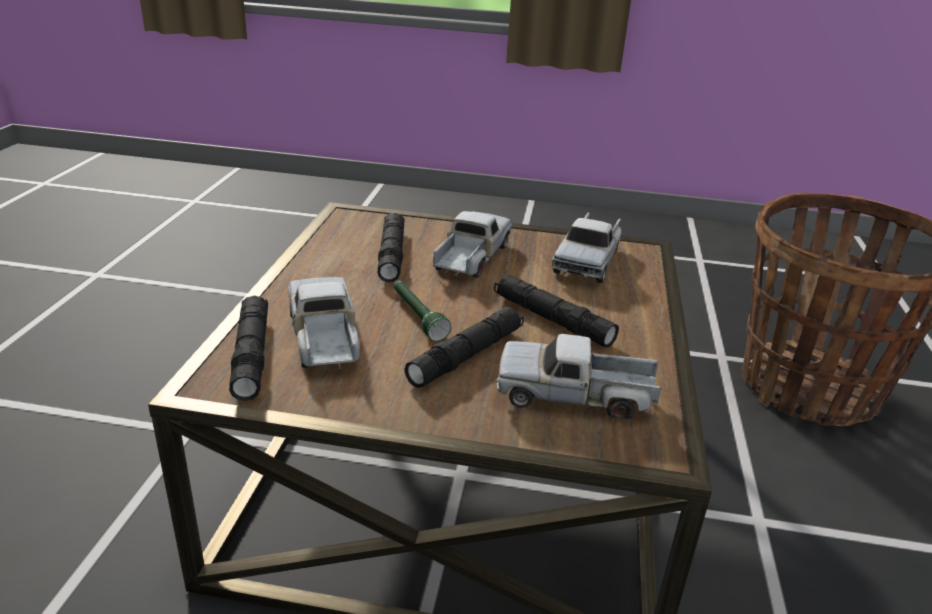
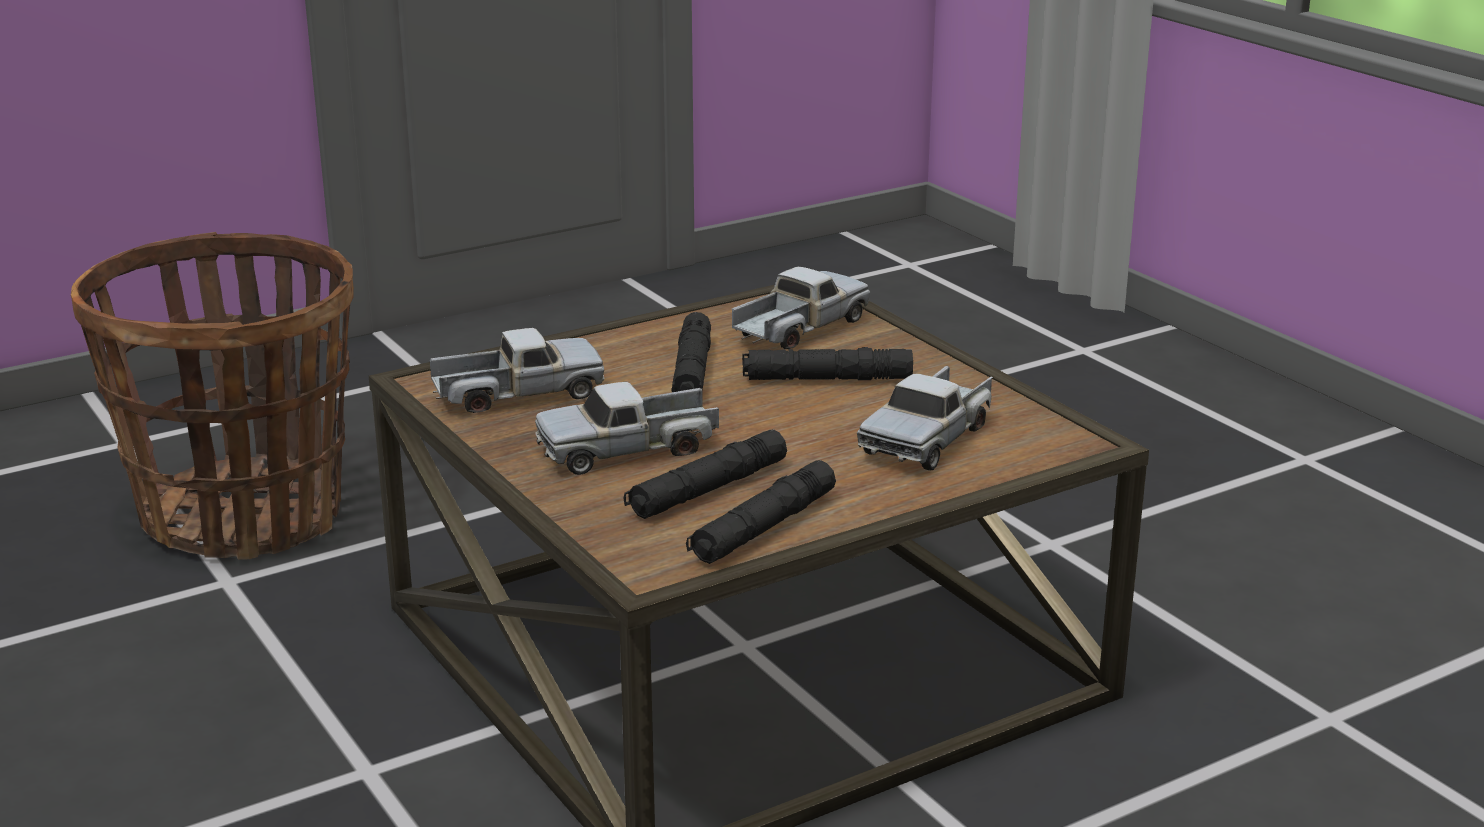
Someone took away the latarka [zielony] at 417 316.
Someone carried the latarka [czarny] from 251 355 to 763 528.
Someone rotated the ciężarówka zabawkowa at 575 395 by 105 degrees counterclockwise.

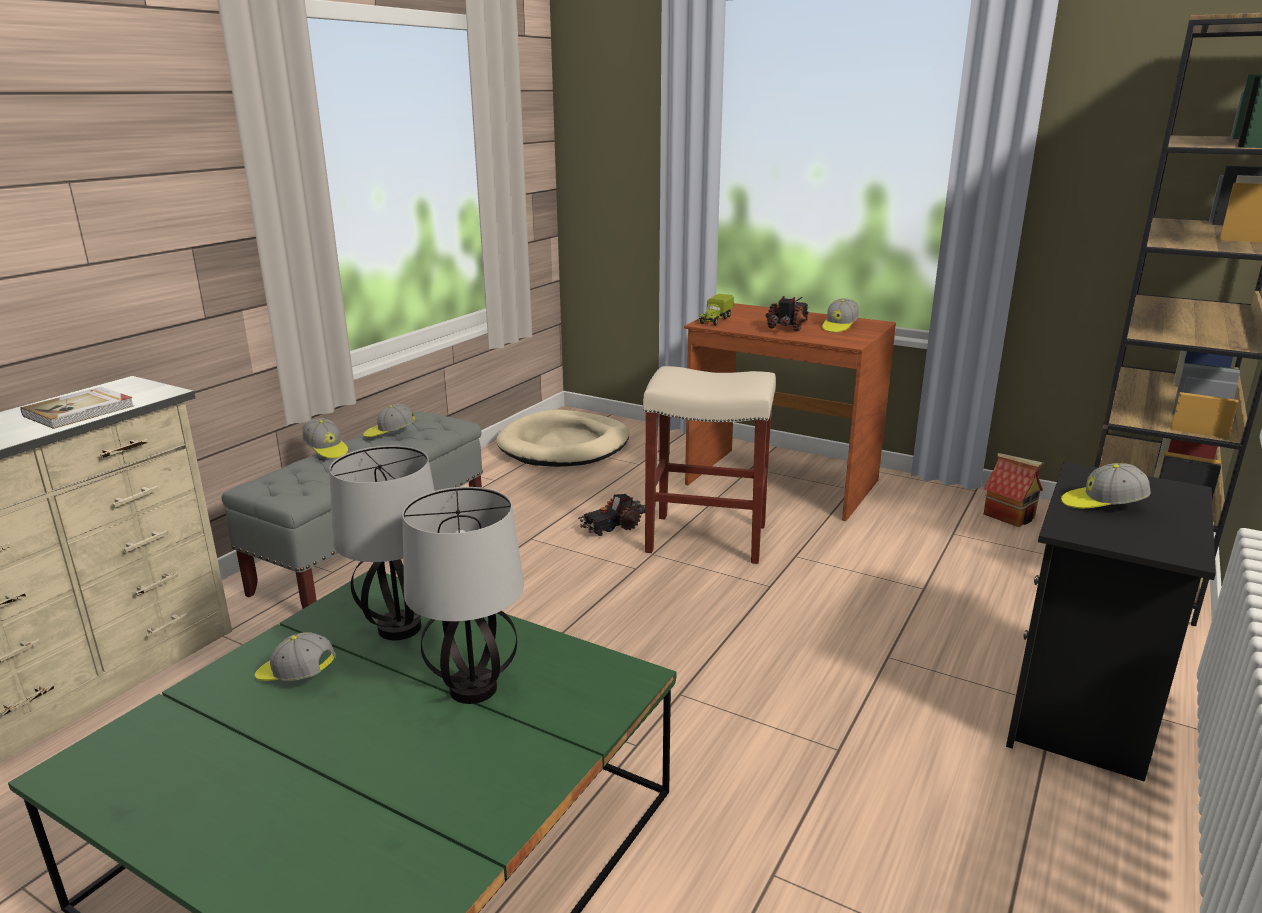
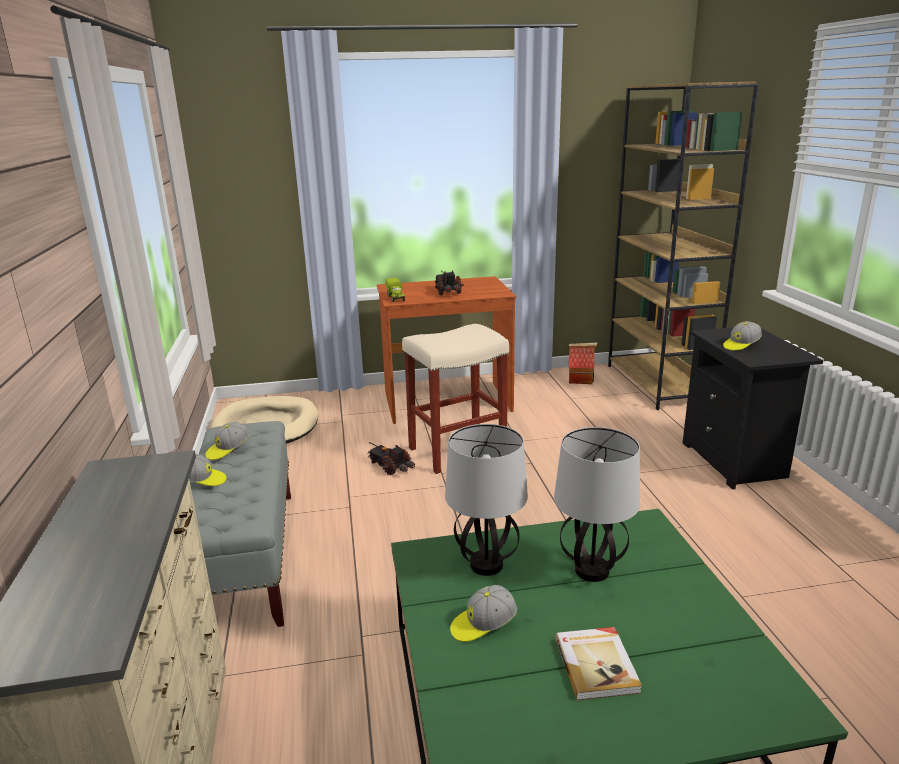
Someone took away the czapka z daszkiem at 839 327.
Someone carried the książka from 80 411 to 597 664.
Someone rotated the ciężarówka zabawkowa at 613 527 by 120 degrees clockwise.

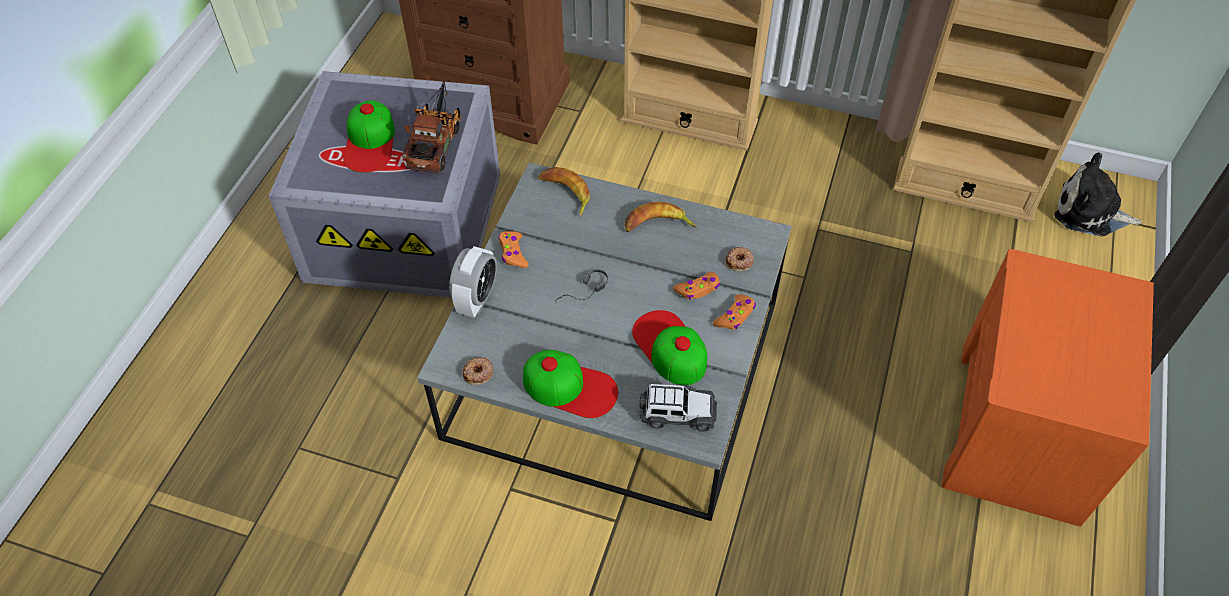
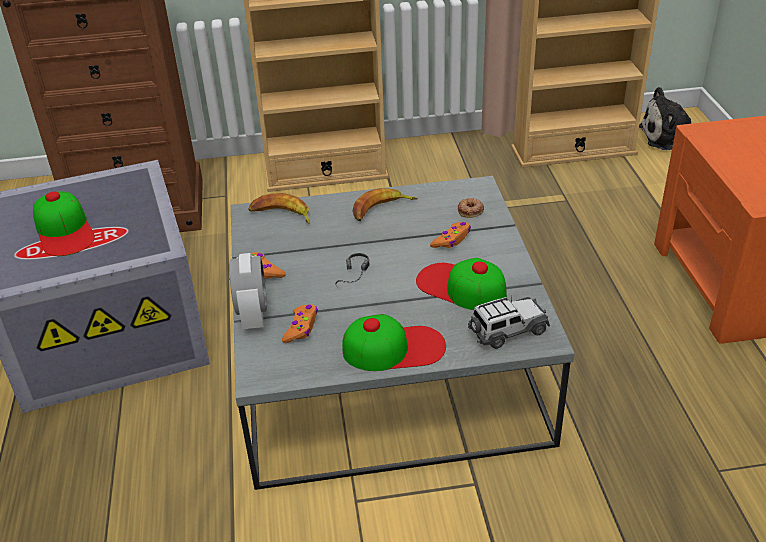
Someone took away the ciężarówka zabawkowa at 436 142.
Someone took away the donut at 478 373.
Someone carried the pad do gier [pomarańczowy] from 735 316 to 301 328.

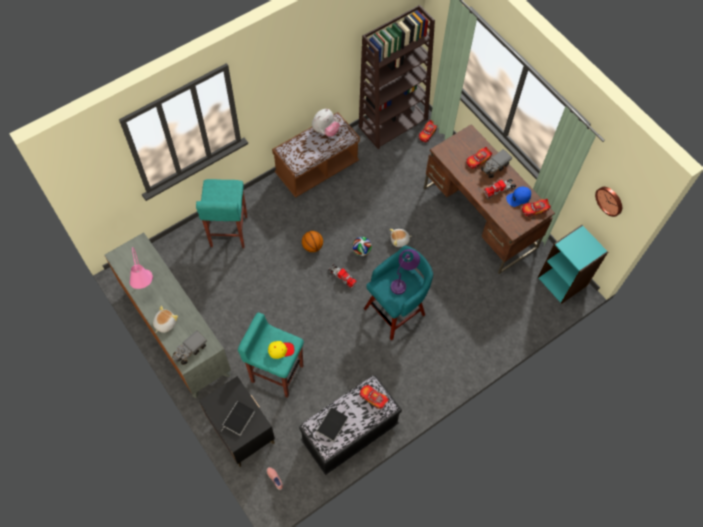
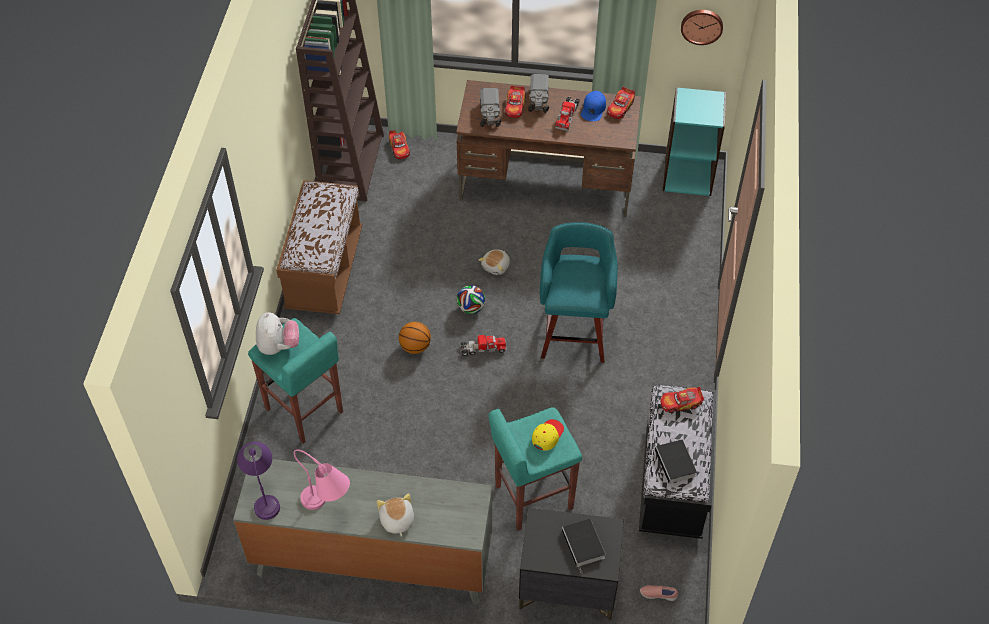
Someone carried the ciężarówka zabawkowa from 190 351 to 490 115.
Someone carried the pluszak from 325 131 to 278 346.
Someone carried the lampa stołowa [fioletowy] from 403 279 to 264 493.

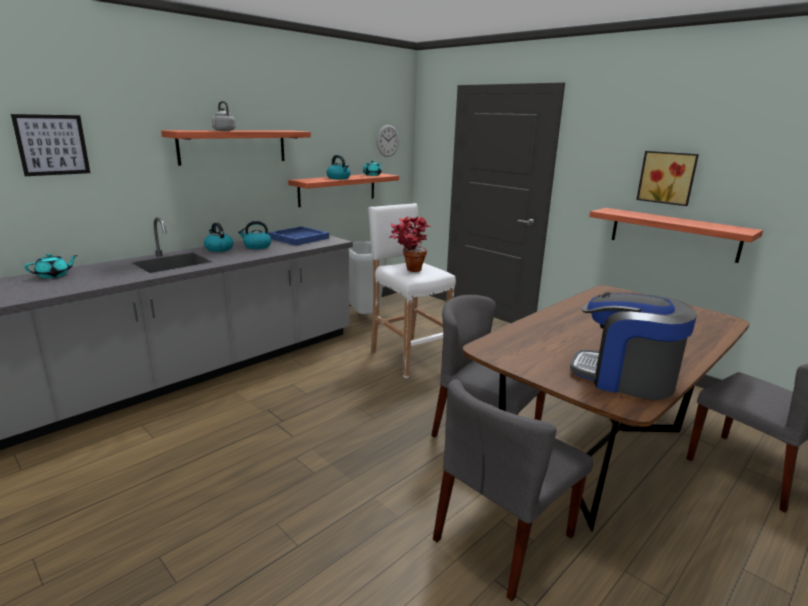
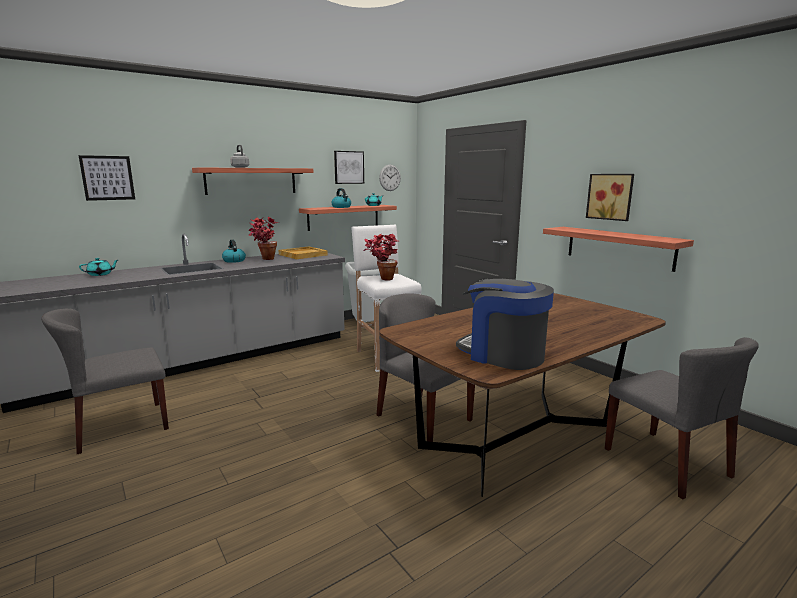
Someone put up the obraz at 348 167.
Someone carried the krzesło [szary] from 504 538 to 120 427.
Someone swapped the czajnik at 257 246 for the roślina doniczkowa at 264 259.
Someone repainted the taca [niebieski] at 299 238, which became the taca [beżowy] at 303 255.

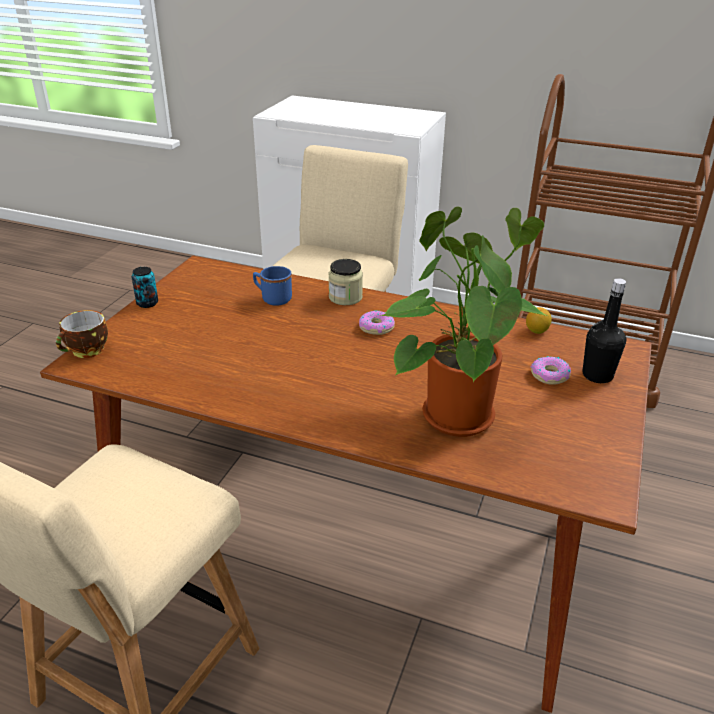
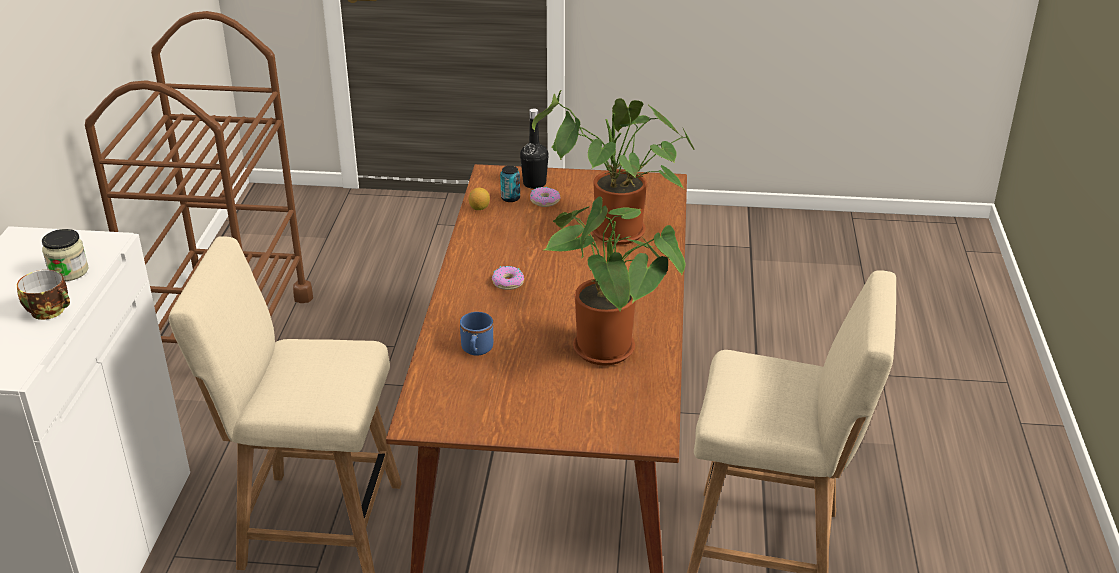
Someone put down the roślina doniczkowa at 610 352.
Someone carried the filiżanka from 87 351 to 51 310.
Someone carried the puszka from 147 303 to 510 198.
Someone carried the słoik from 345 297 to 69 271.

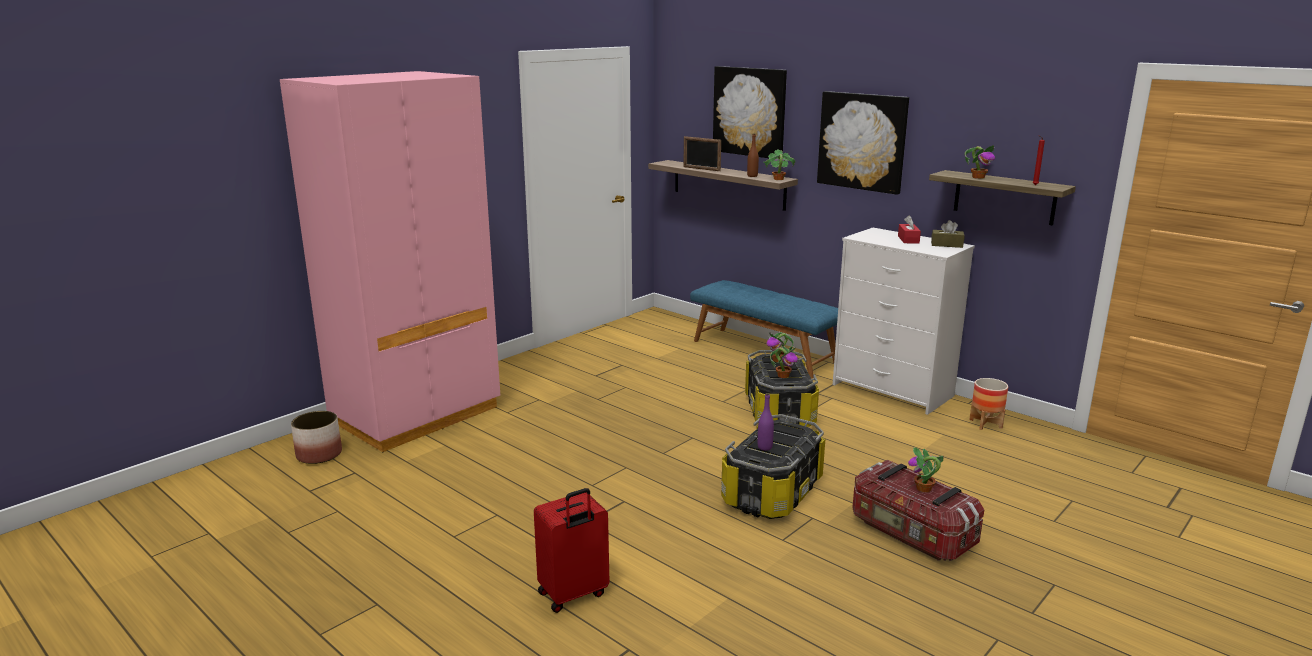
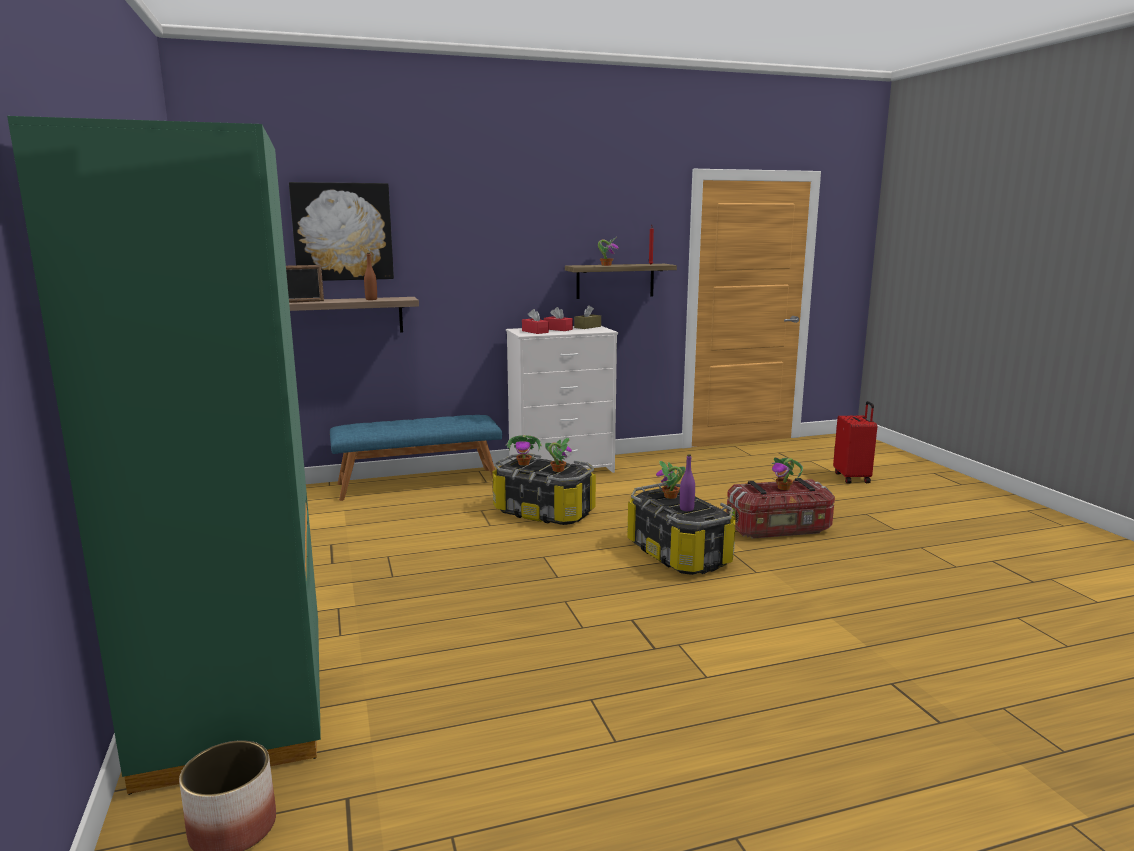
Someone took away the obraz at 862 141.
Someone took away the donica at 985 424.
Someone put down the pudełko chusteczek [czerwony] at 535 331.
Someone carried the walizka [czerwony] from 573 594 to 852 478.
Someone carried the roślina doniczkowa from 778 179 to 670 496.
Someone repainted the szafa [różowy] at 416 415, which became the szafa [zielony] at 238 704.

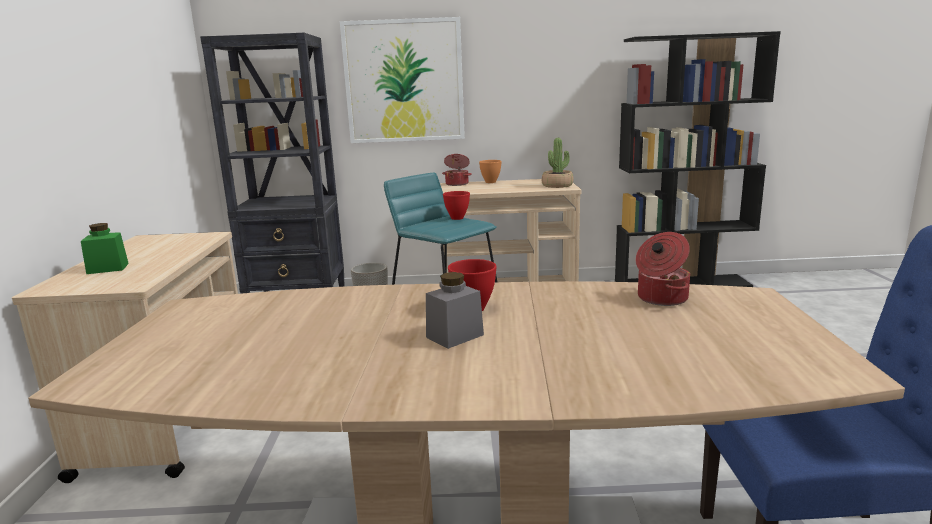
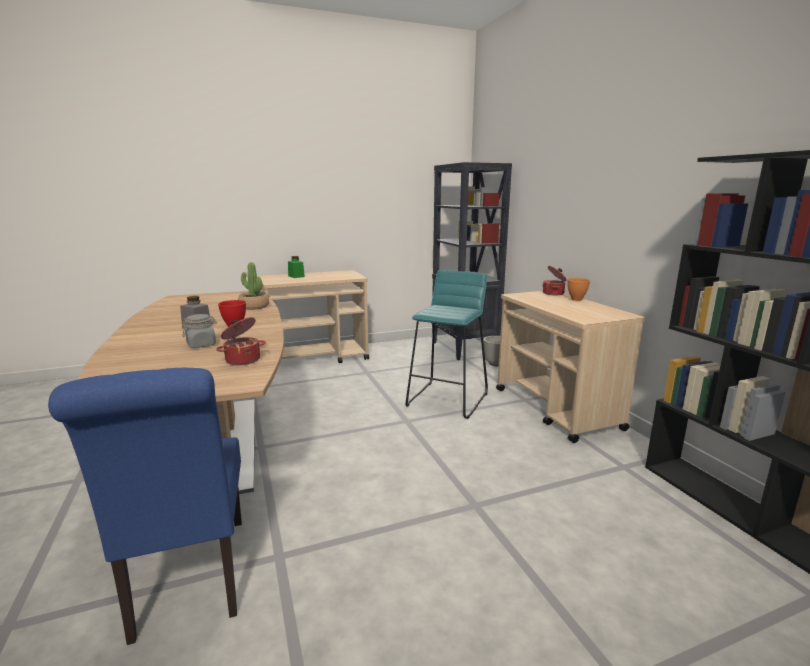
Someone took away the obraz at 404 81.
Someone took away the miska [czerwony] at 456 218.
Someone put down the słoik [szary] at 201 344.
Someone carried the roślina doniczkowa from 557 185 to 254 307.

